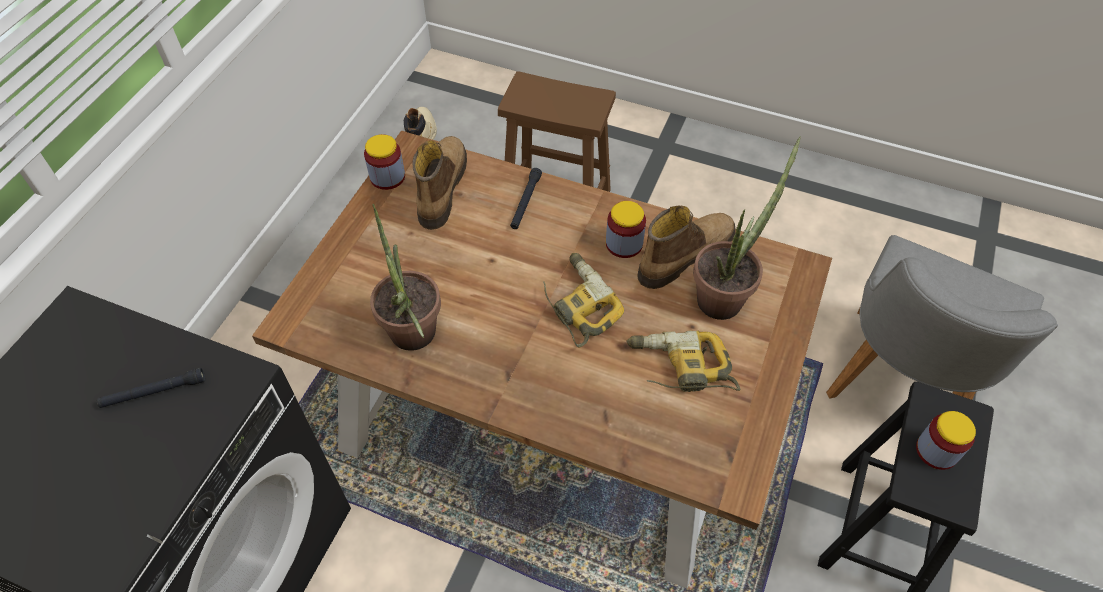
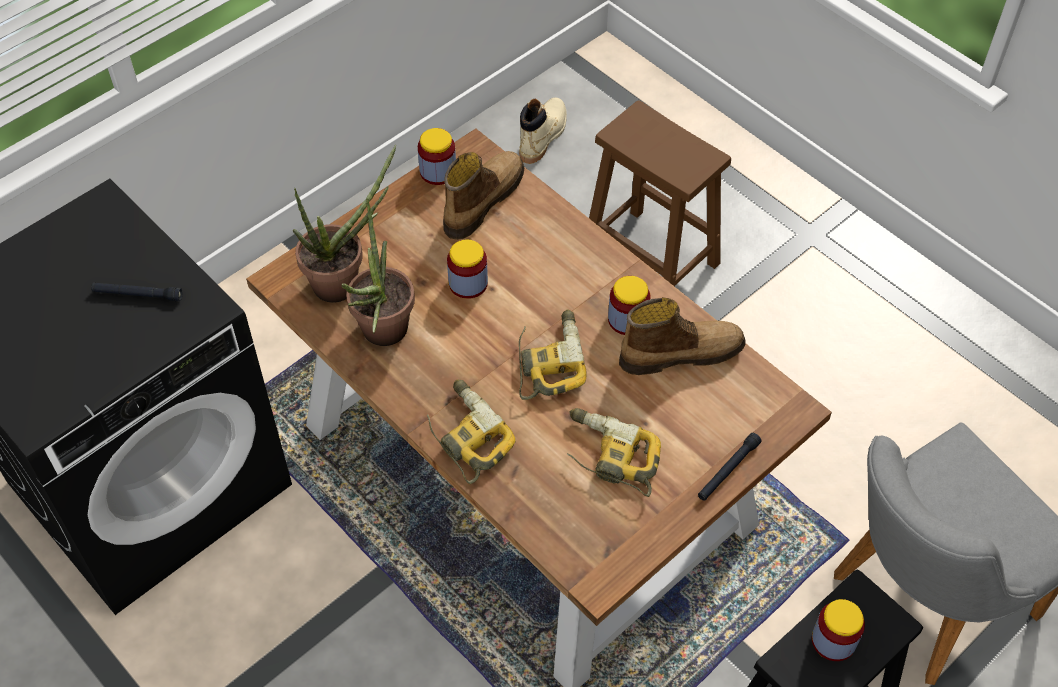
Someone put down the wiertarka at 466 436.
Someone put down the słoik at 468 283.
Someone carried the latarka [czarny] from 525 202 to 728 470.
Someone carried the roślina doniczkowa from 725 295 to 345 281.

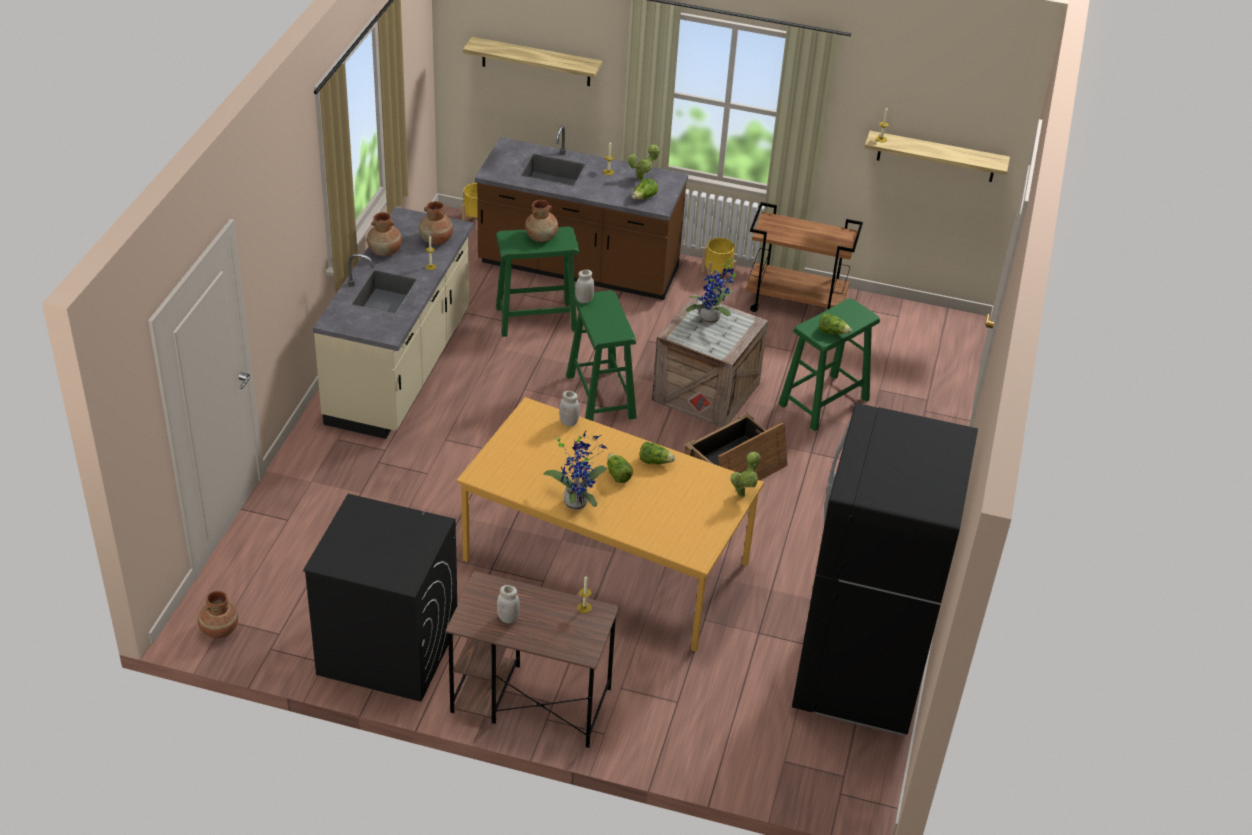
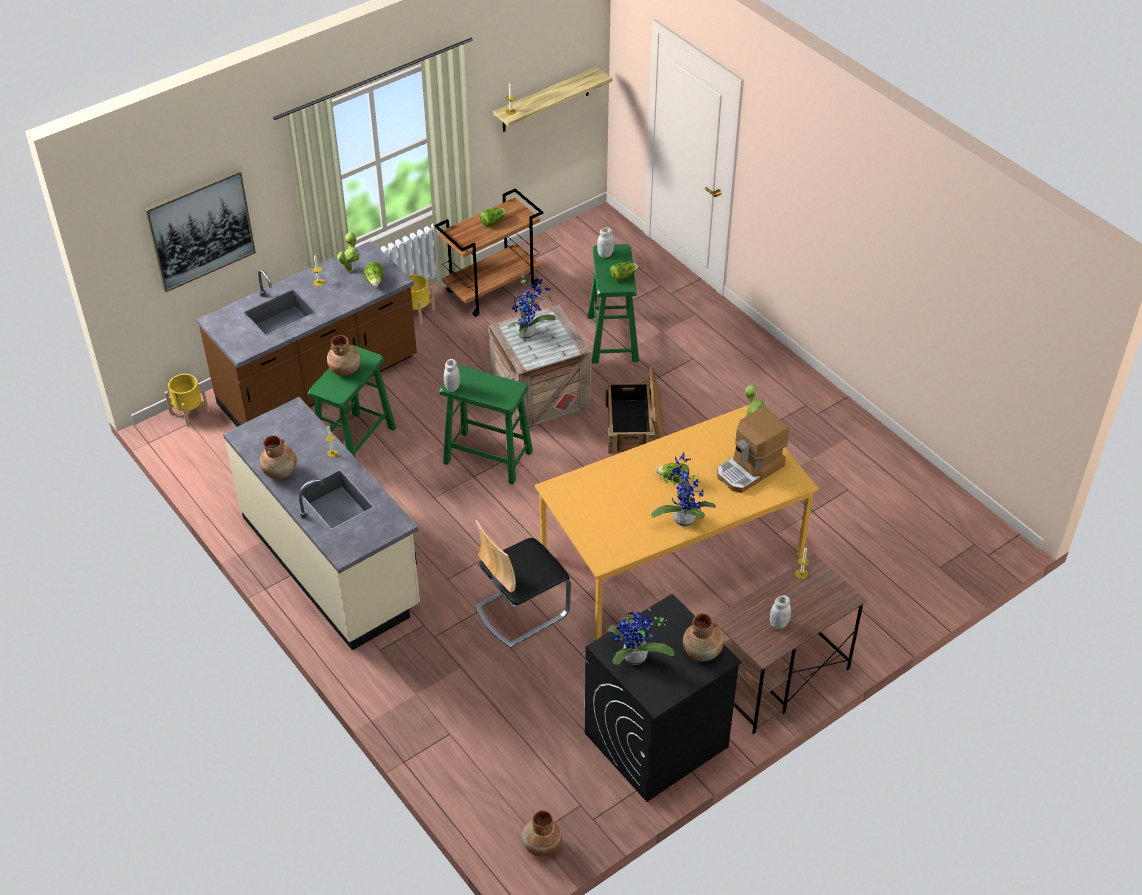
Someone took away the lodówka [czarny] at 859 674.
Someone put down the krzesło at 521 610.
Someone put down the roślina doniczkowa at 634 659.
Someone put down the ekspres do kawy at 750 470.
Someone carried the wazon [brązowy] from 436 240 to 702 651.
Someone carried the słoik [biały] from 569 422 to 605 254.
Someone carried the sałata from 655 461 to 493 222.
Someone swapped the półka at 536 62 for the obraz at 200 230.

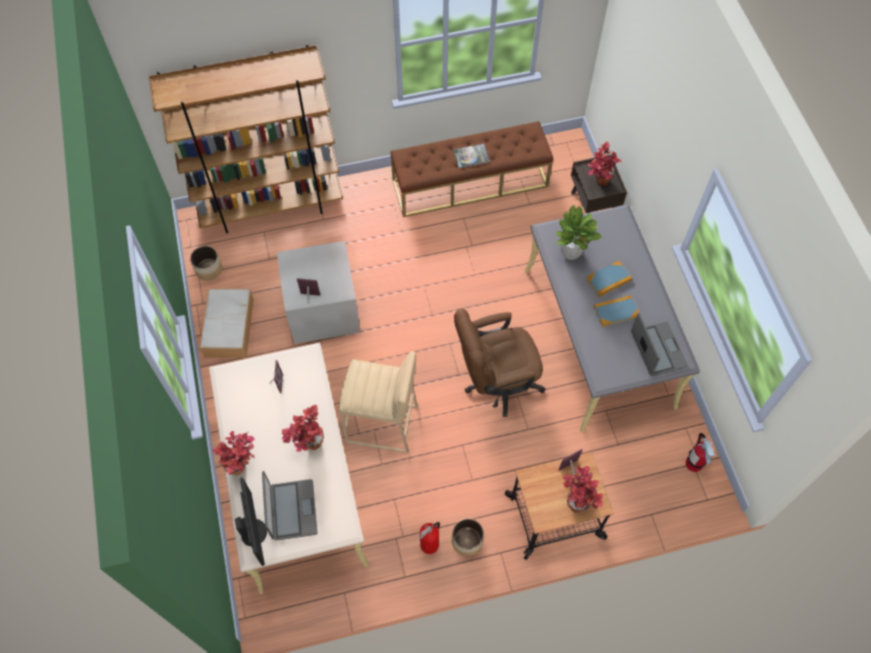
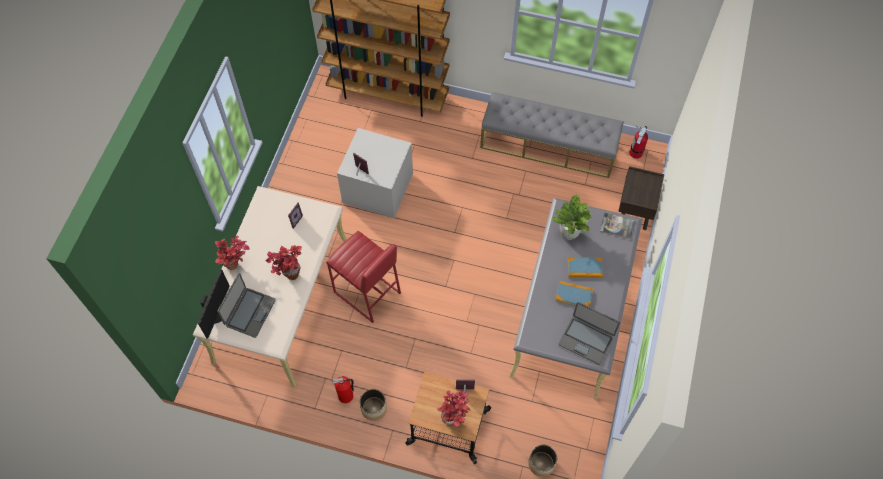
Someone took away the pojemnik do przechowywania at 229 326.
Someone took away the krzesło biurowe [brązowy] at 496 383.
Someone took away the roślina doniczkowa at 598 183.
Someone carried the donica from 209 270 to 541 464.
Someone carried the książka from 471 156 to 617 226.
Someone carried the gaśnica from 694 463 to 636 153.
Someone repainted the stołek [beżowy] at 382 425, which became the stołek [czerwony] at 367 293.
Someone repainted the ławka [brązowy] at 470 183, which became the ławka [szary] at 548 146.
Someone rotated the laptop at 657 350 by 105 degrees clockwise.

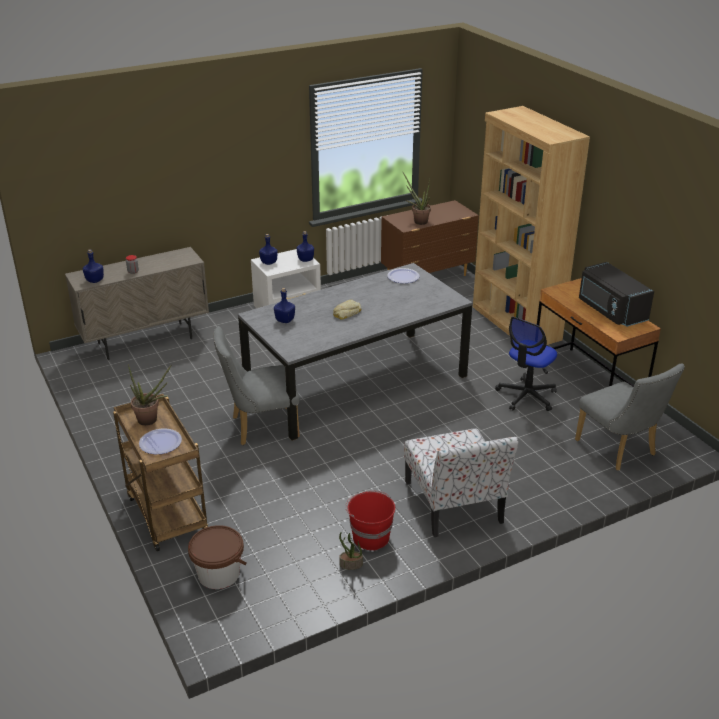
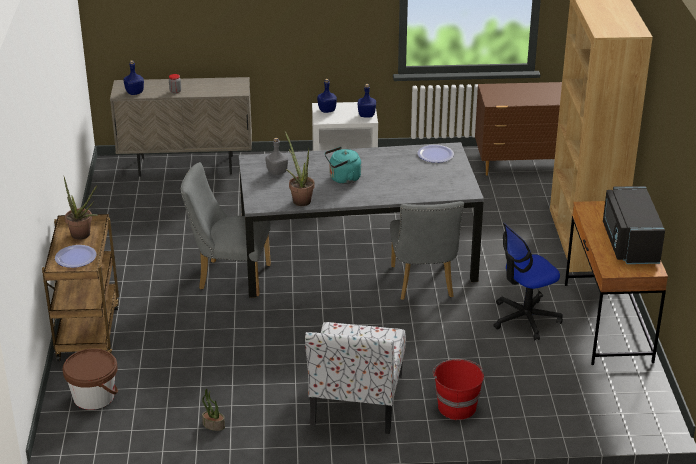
Someone carried the wiadro [czerwony] from 370 537 to 456 406.
Someone carried the roślina doniczkowa from 418 221 to 299 199.
Someone carried the krzesło [szary] from 619 450 to 423 285.
Someone swapped the chleb at 346 313 for the czajnik [turkusowy] at 343 179.
Someone repainted the butelka [niebieski] at 284 320, which became the butelka [szary] at 276 172.

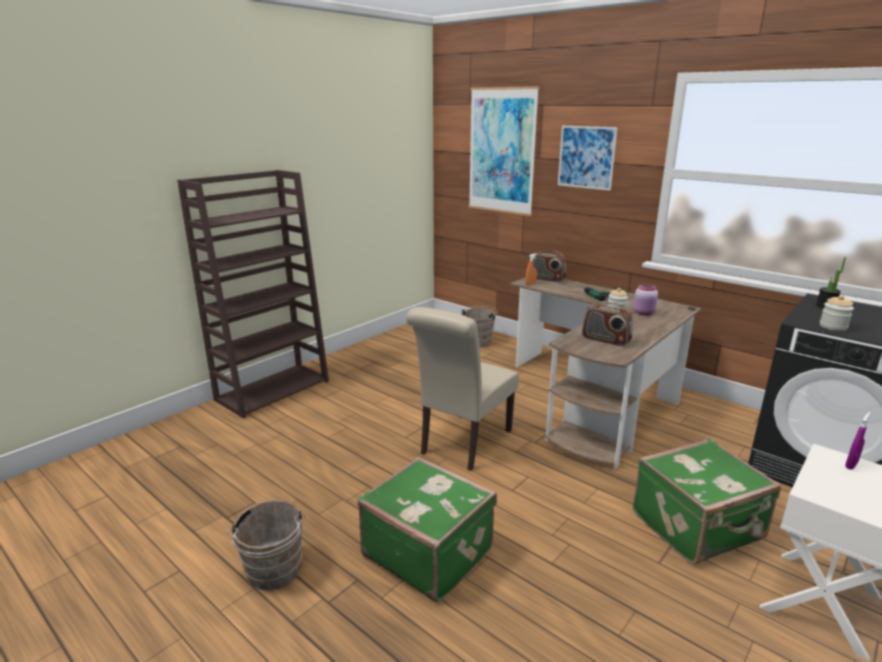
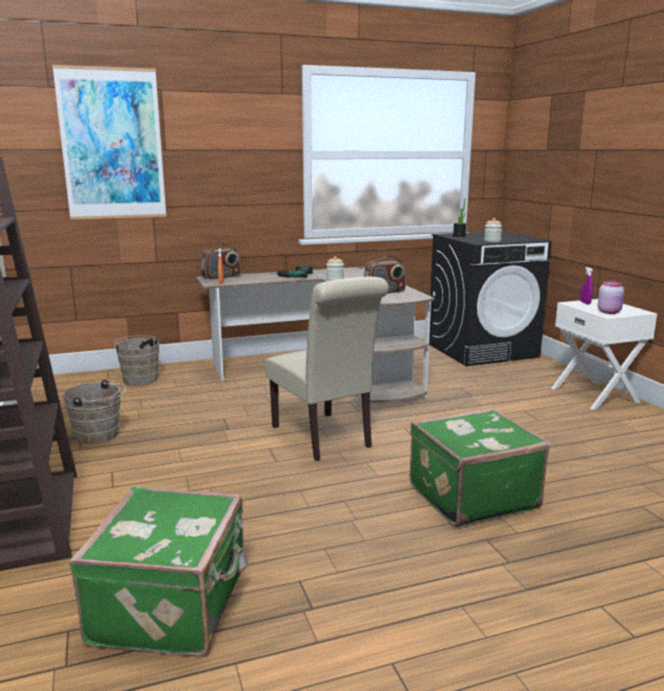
Someone took away the obraz at 586 157.
Someone carried the wiadro [brązowy] from 273 573 to 100 436.
Someone carried the słoik [różowy] from 644 313 to 609 312.
Someone carried the walizka [zielony] from 698 527 to 173 605.

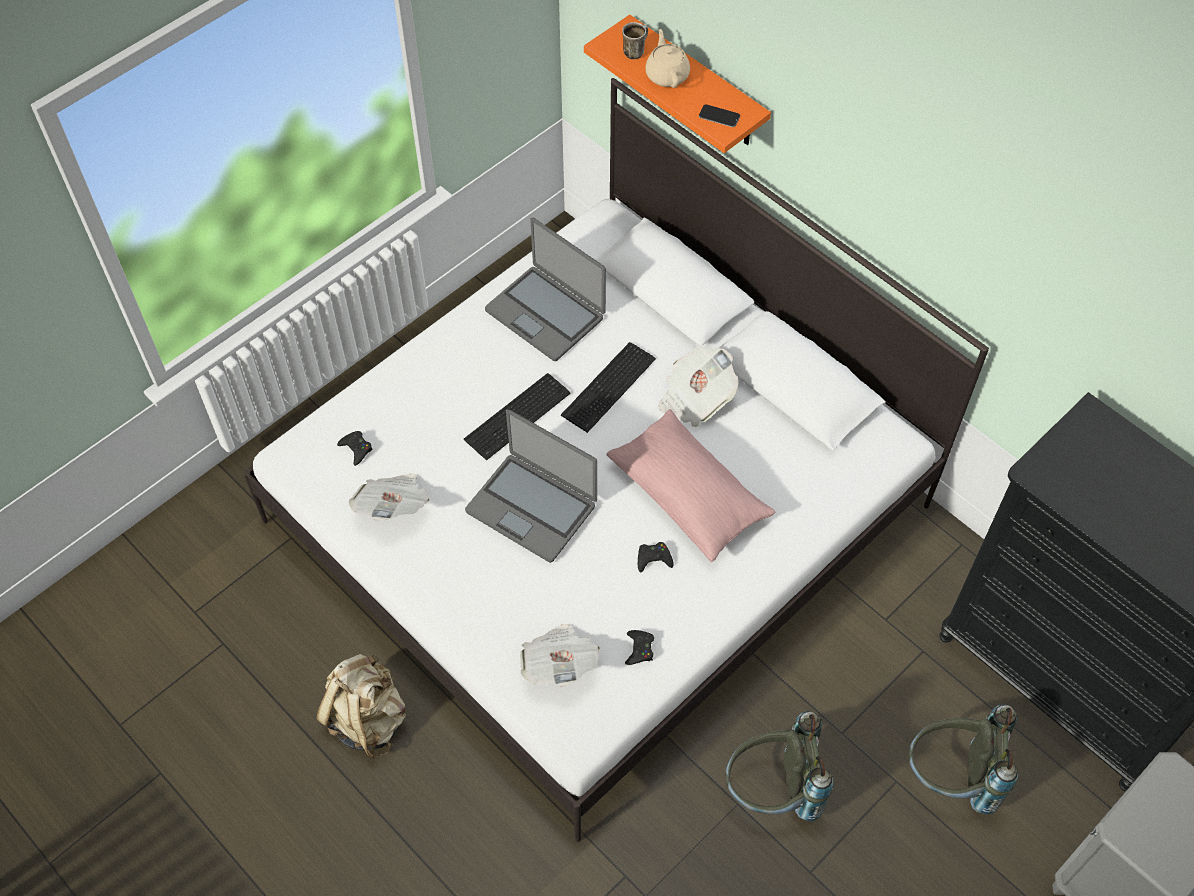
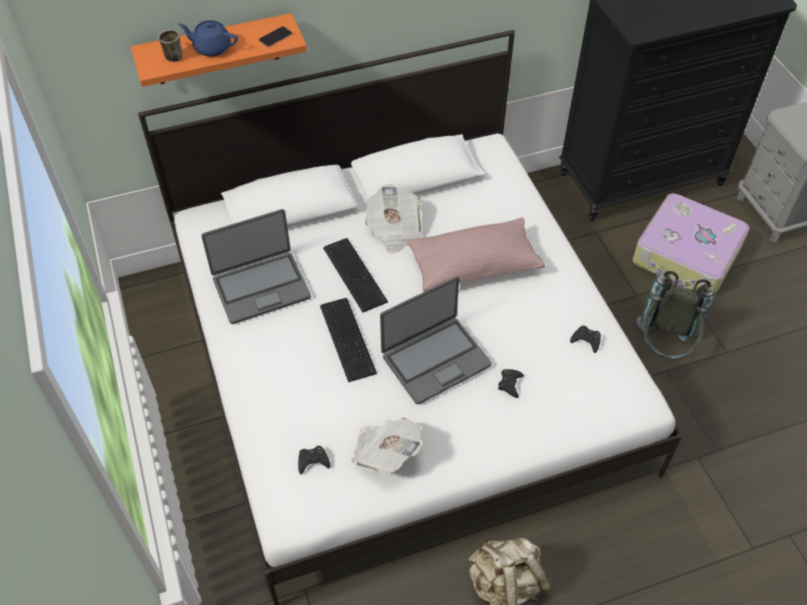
Someone took away the gazeta at 559 664.
Someone carried the pad do gier [czarny] from 653 559 to 510 384.
Someone swapped the plecak [szary] at 951 778 for the walizka at 686 256.
Someone repainted the imbryk [beżowy] at 667 75, which became the imbryk [niebieski] at 211 48.

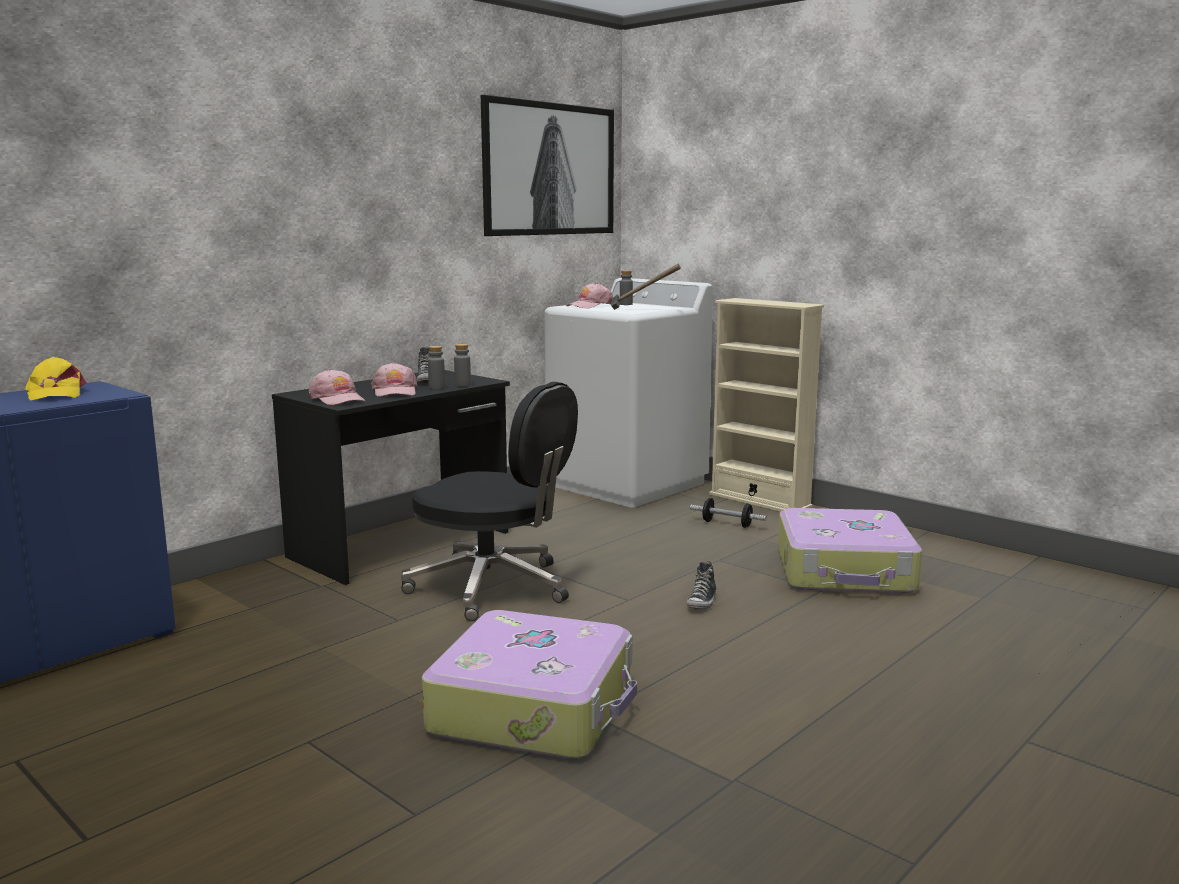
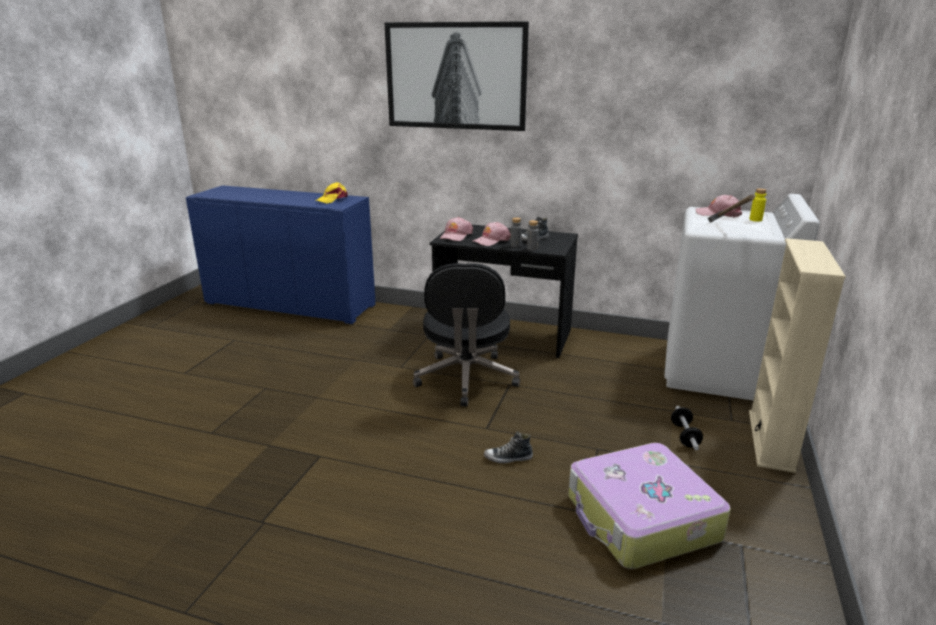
Someone took away the walizka at 535 707.
Someone carried the obraz from 549 169 to 456 76.
Someone repainted the butelka [szary] at 626 304, which became the butelka [żółty] at 755 220.

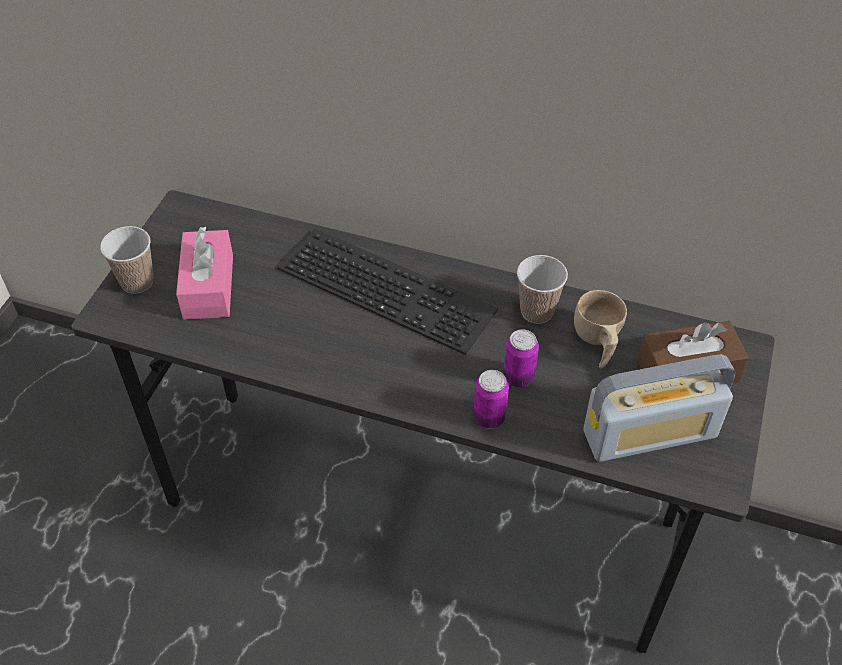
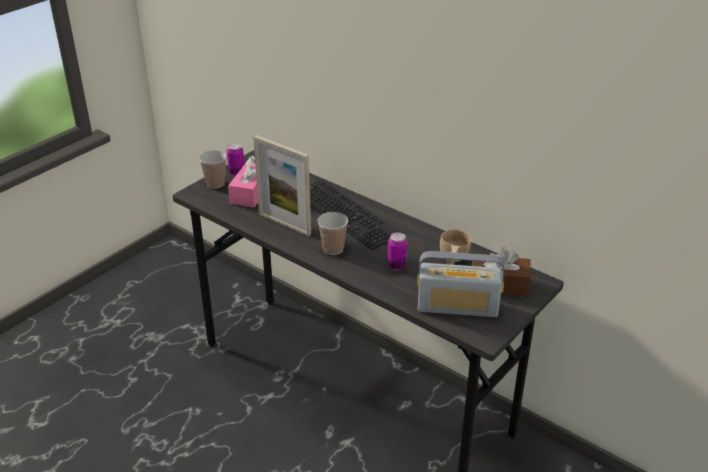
Someone put down the ramka na zdjęcie at 284 224.
Someone carried the puszka from 489 417 to 236 173.
Someone carried the filiżanka from 537 311 to 333 249.

